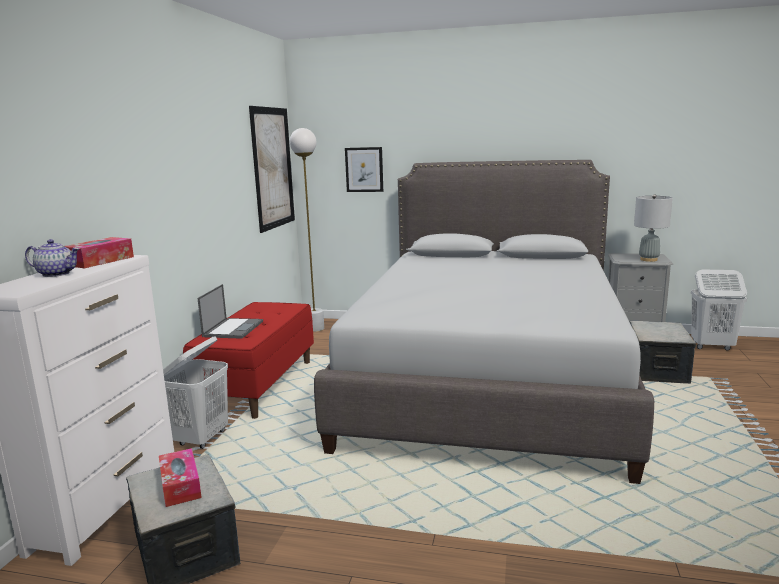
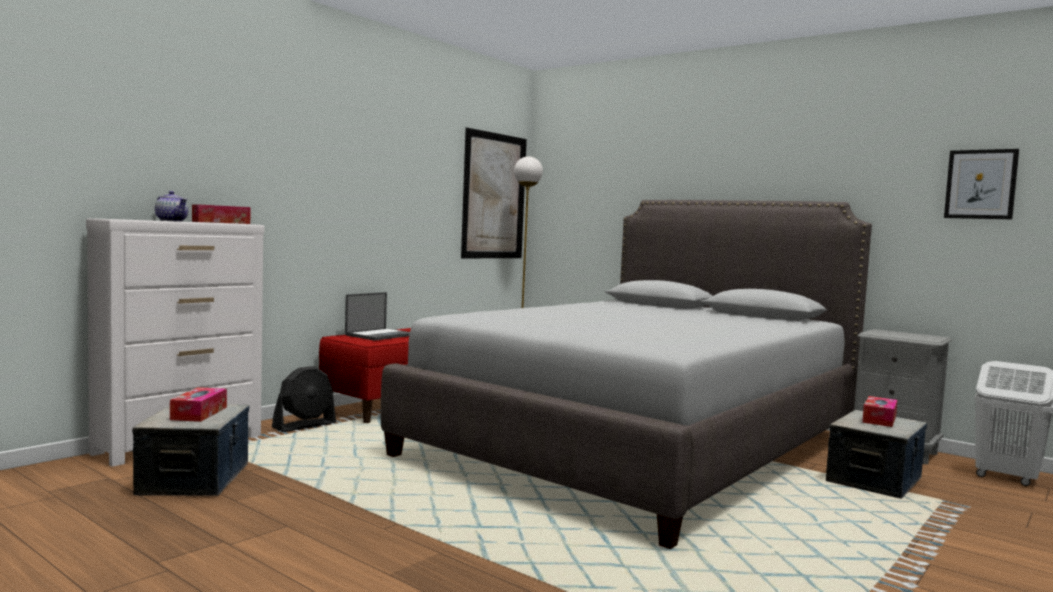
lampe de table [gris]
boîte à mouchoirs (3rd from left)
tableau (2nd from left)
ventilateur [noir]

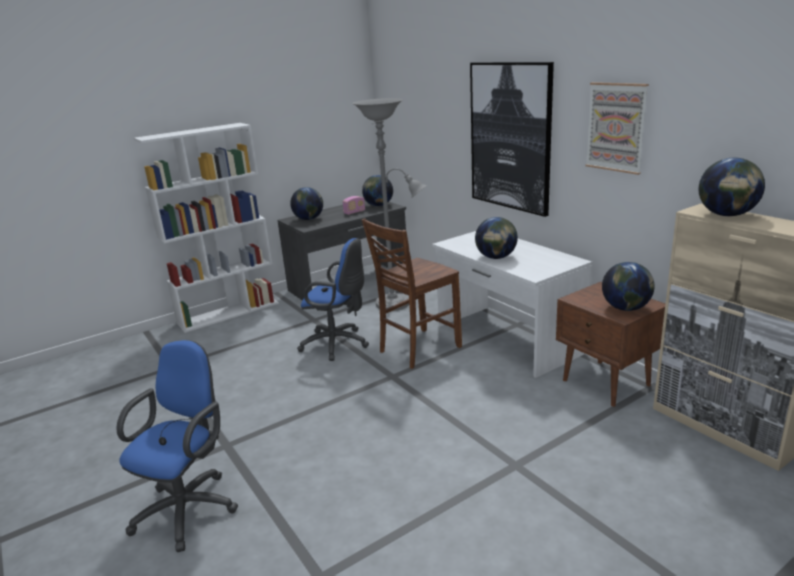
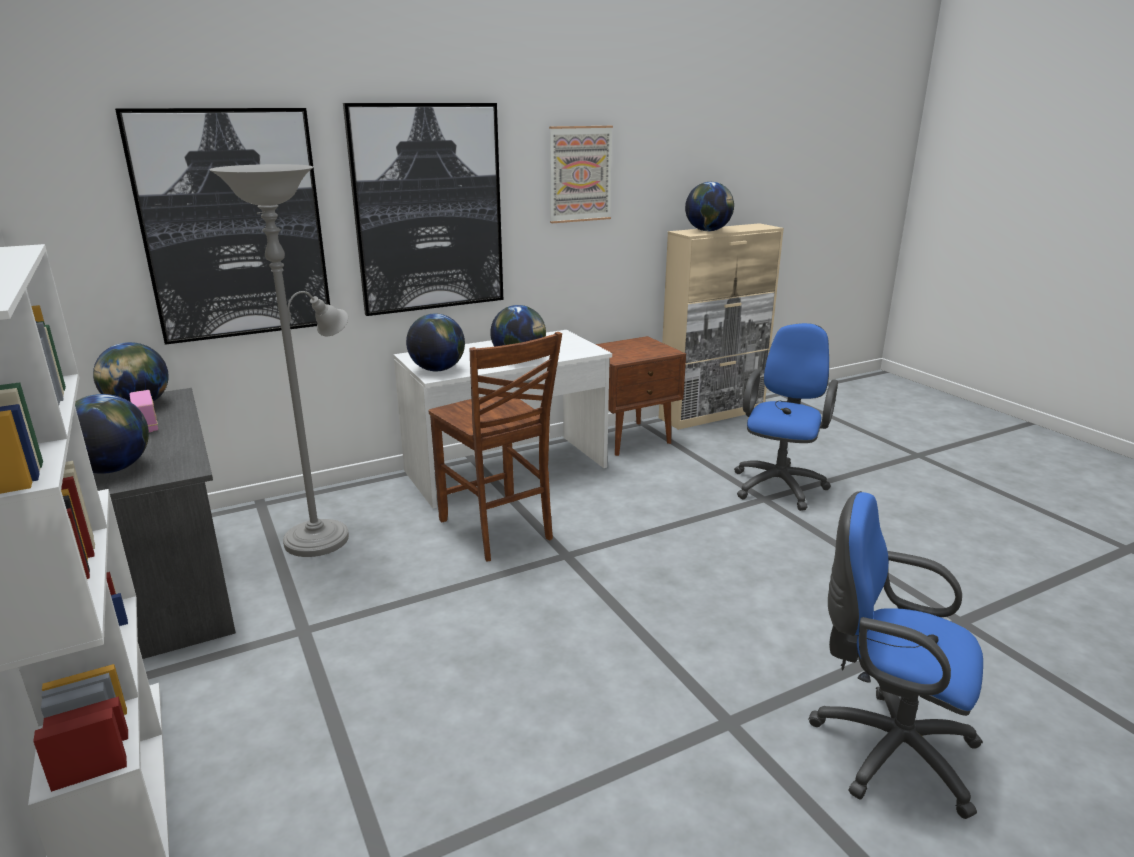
tableau (1st from left)
chaise de bureau [bleu] (1st from left)
globe (3rd from left)

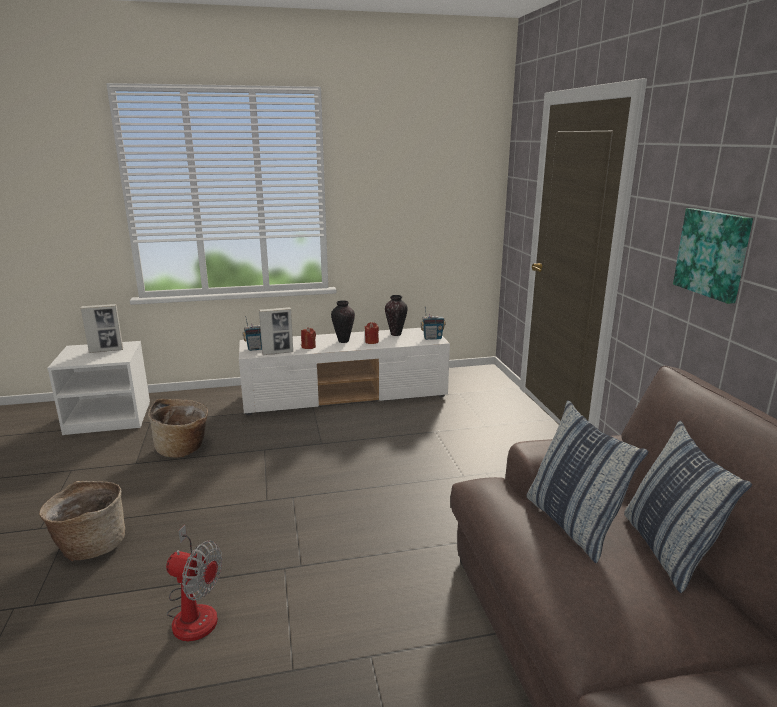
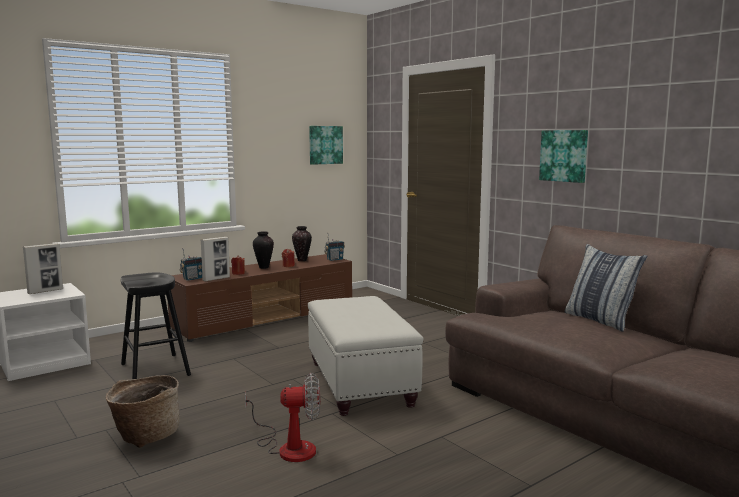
coussin (1st from left in the first image)
pouf [blanc]
tableau (1st from left)
tabouret [noir]
meuble télé [marron]

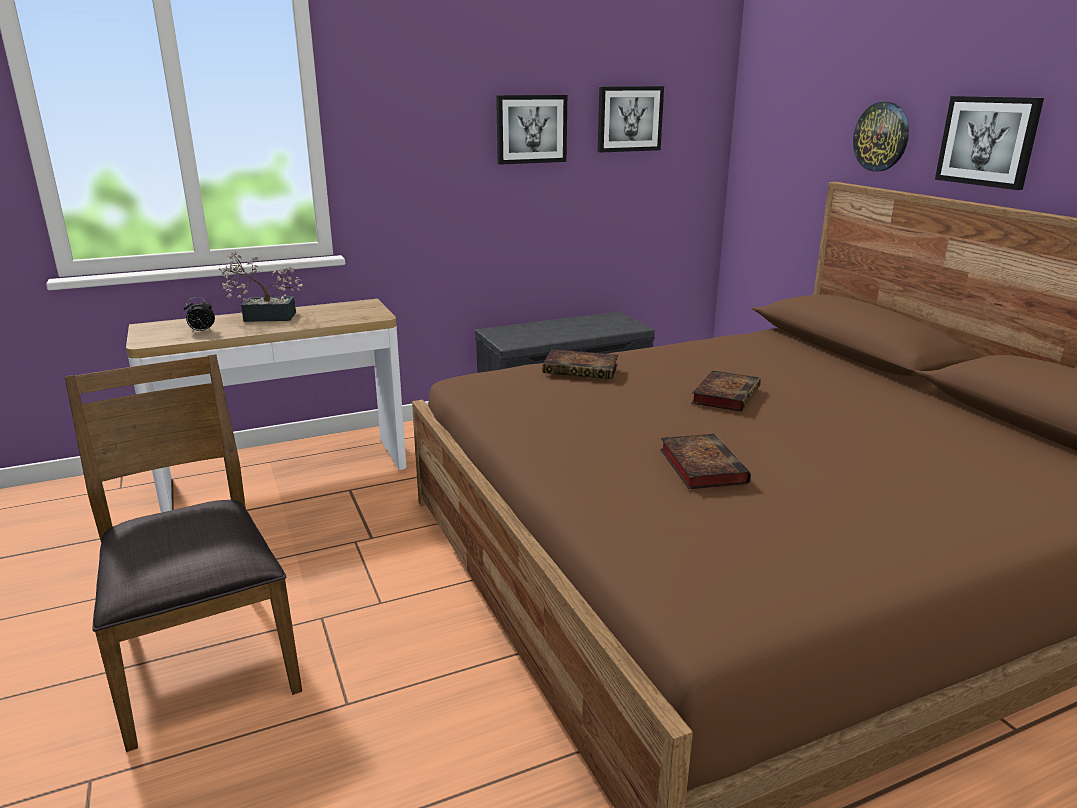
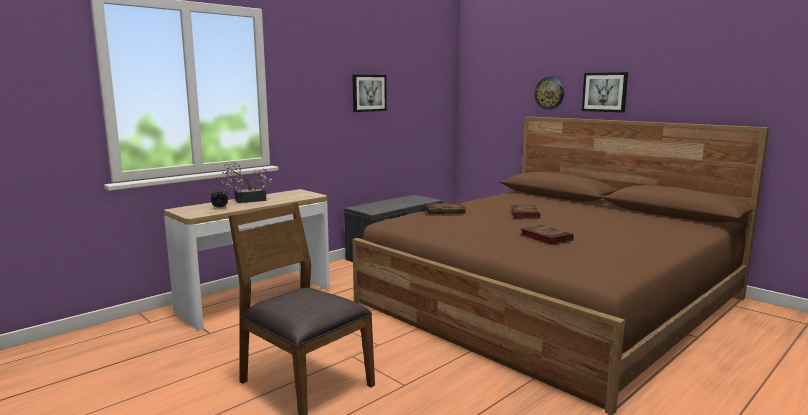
tableau (2nd from left in the first image)

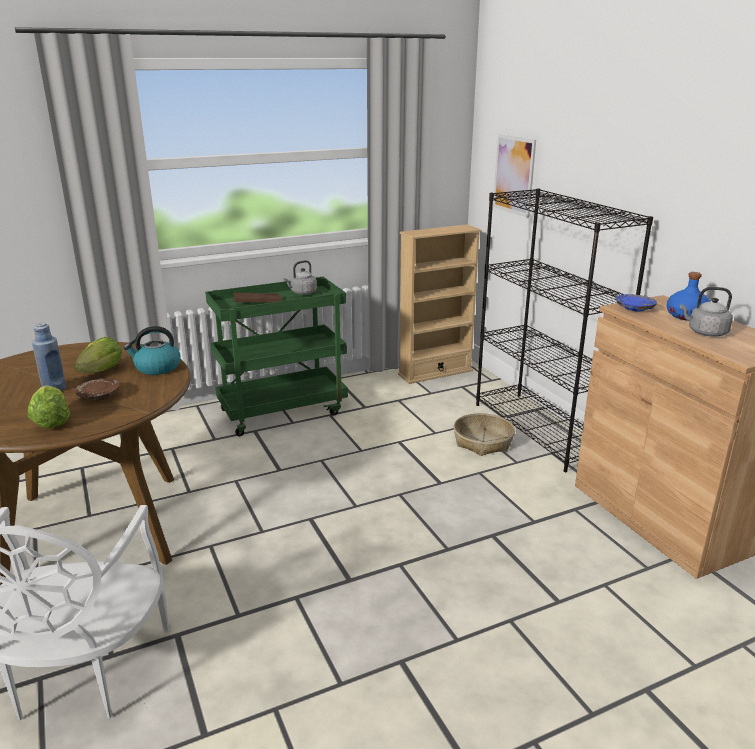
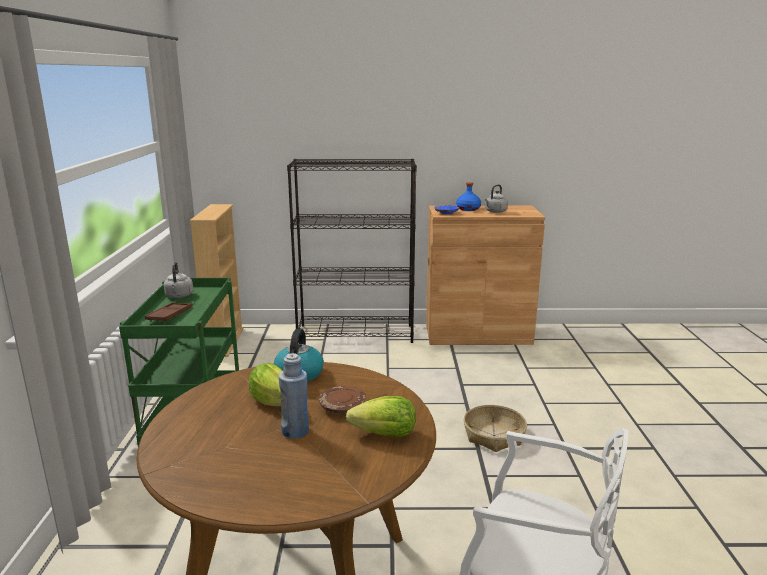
tableau
panier

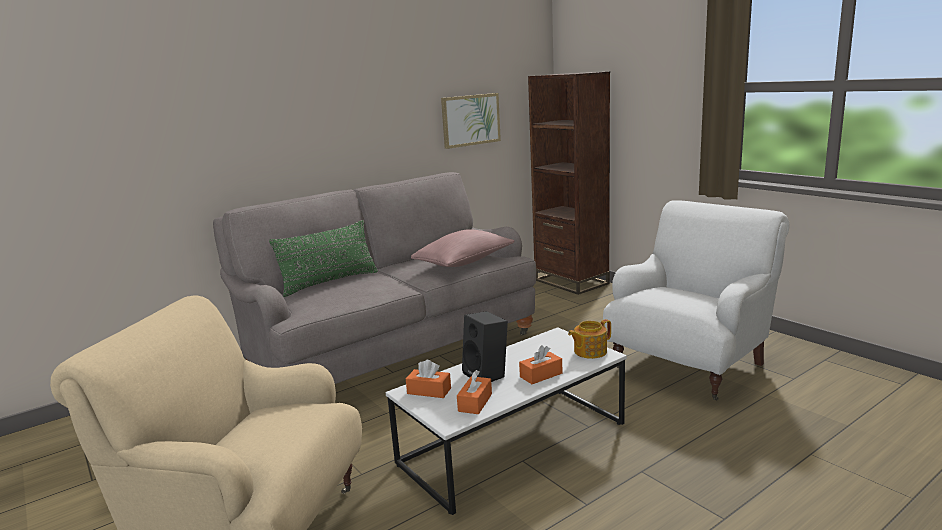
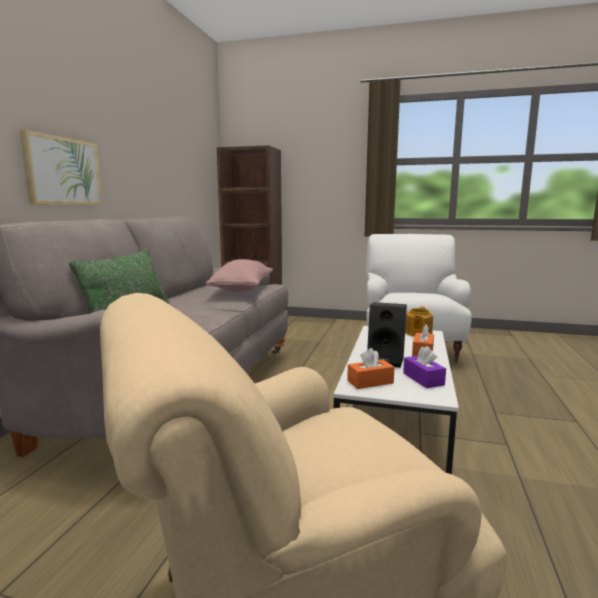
tableau
boîte à mouchoirs [violet]

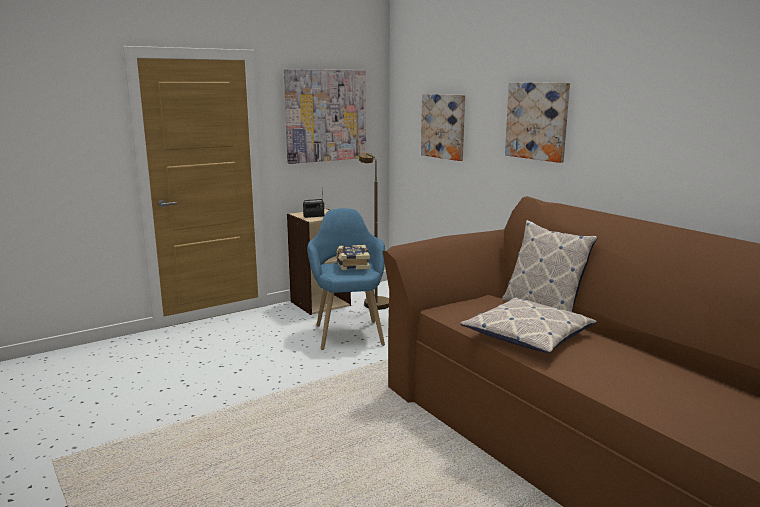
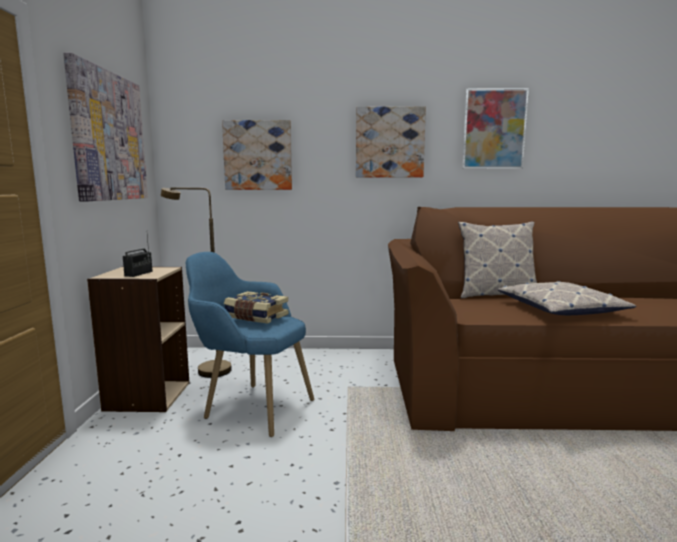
tableau (4th from left)

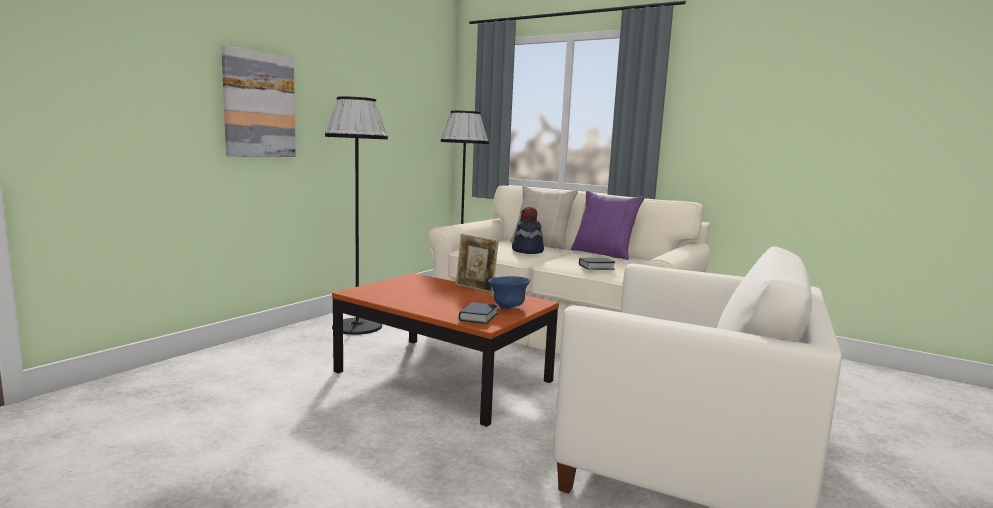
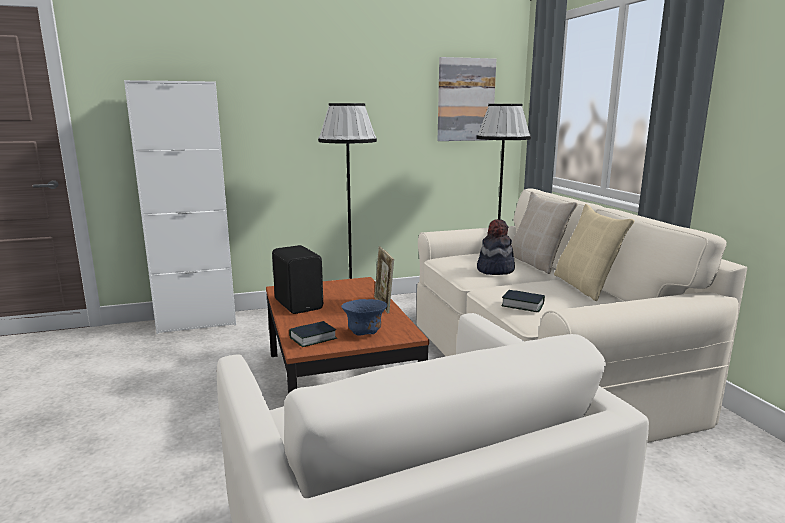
meuble de rangement [blanc]
enceinte [noir]
tableau
coussin [beige] (2nd from left)

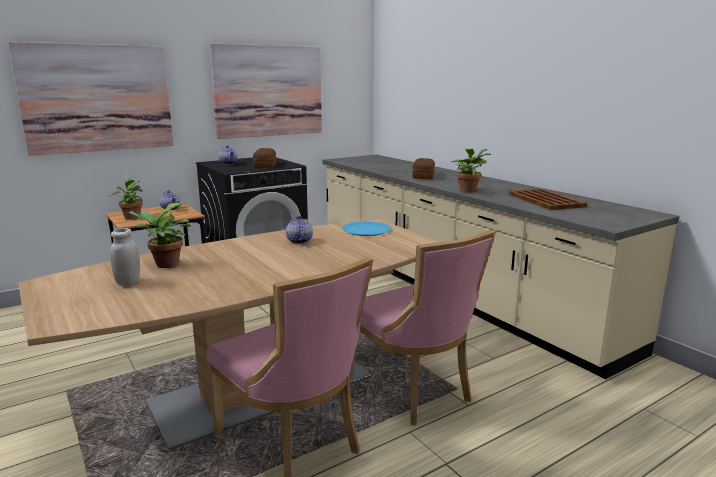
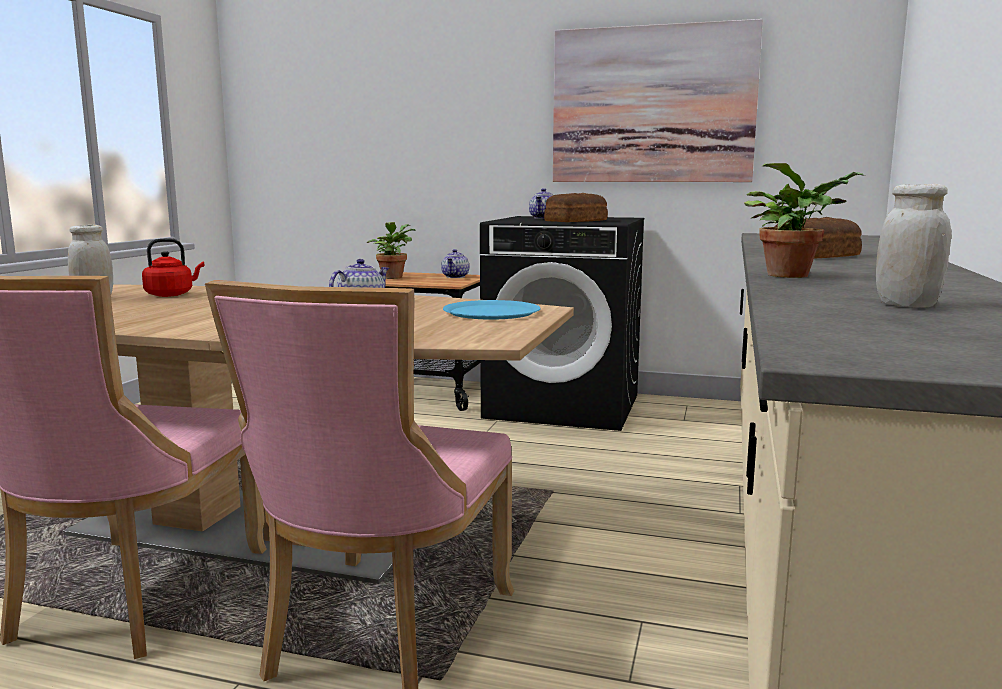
tableau (1st from left in the first image)
bouilloire [rouge]
bocal [blanc] (2nd from left)

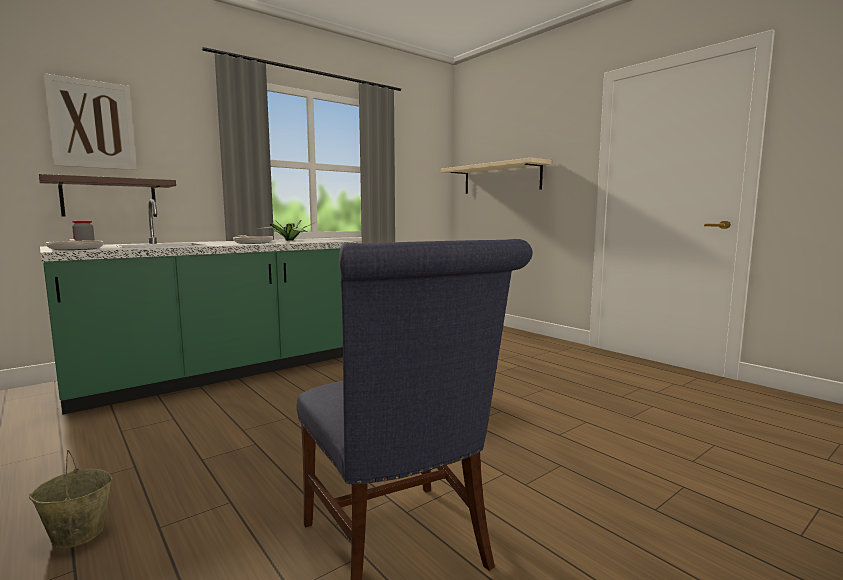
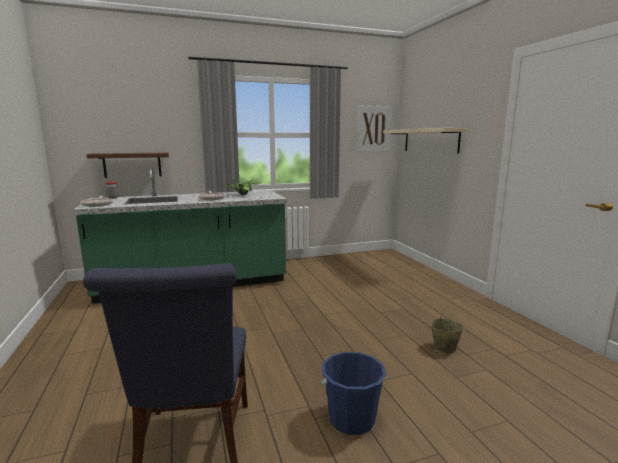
seau [bleu]
seau [beige]
tableau

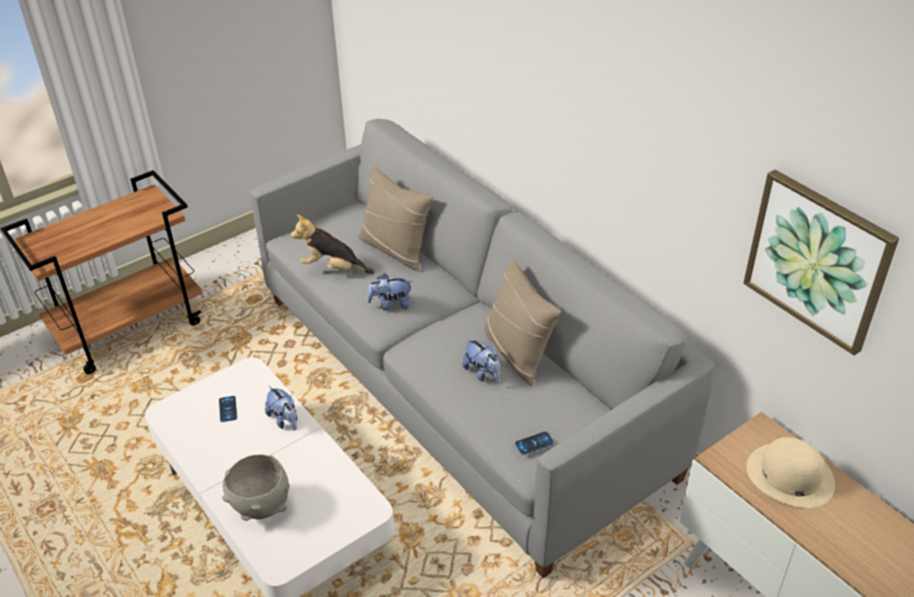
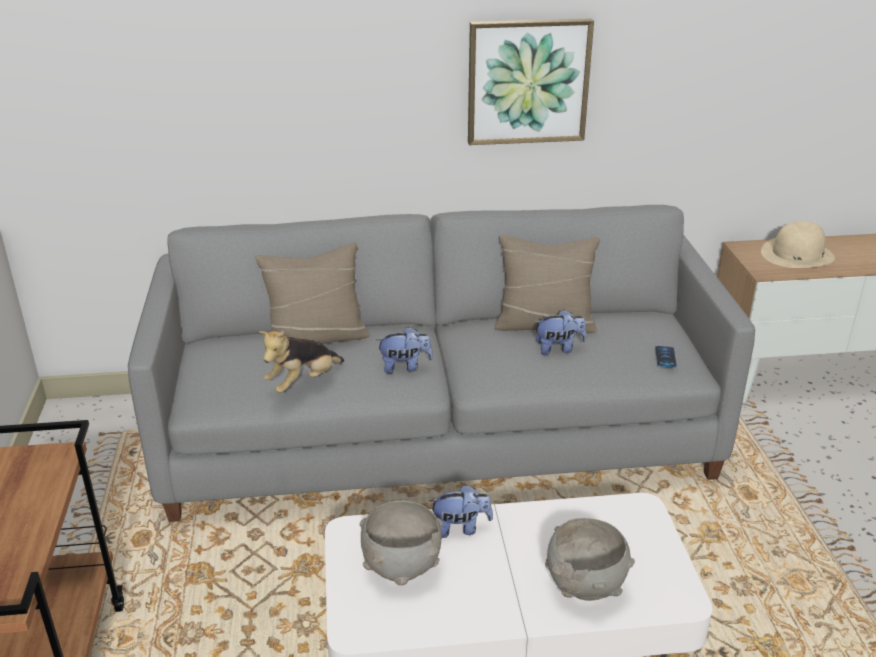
tableau
bol [gris] (1st from left)
peluche (2nd from left)

